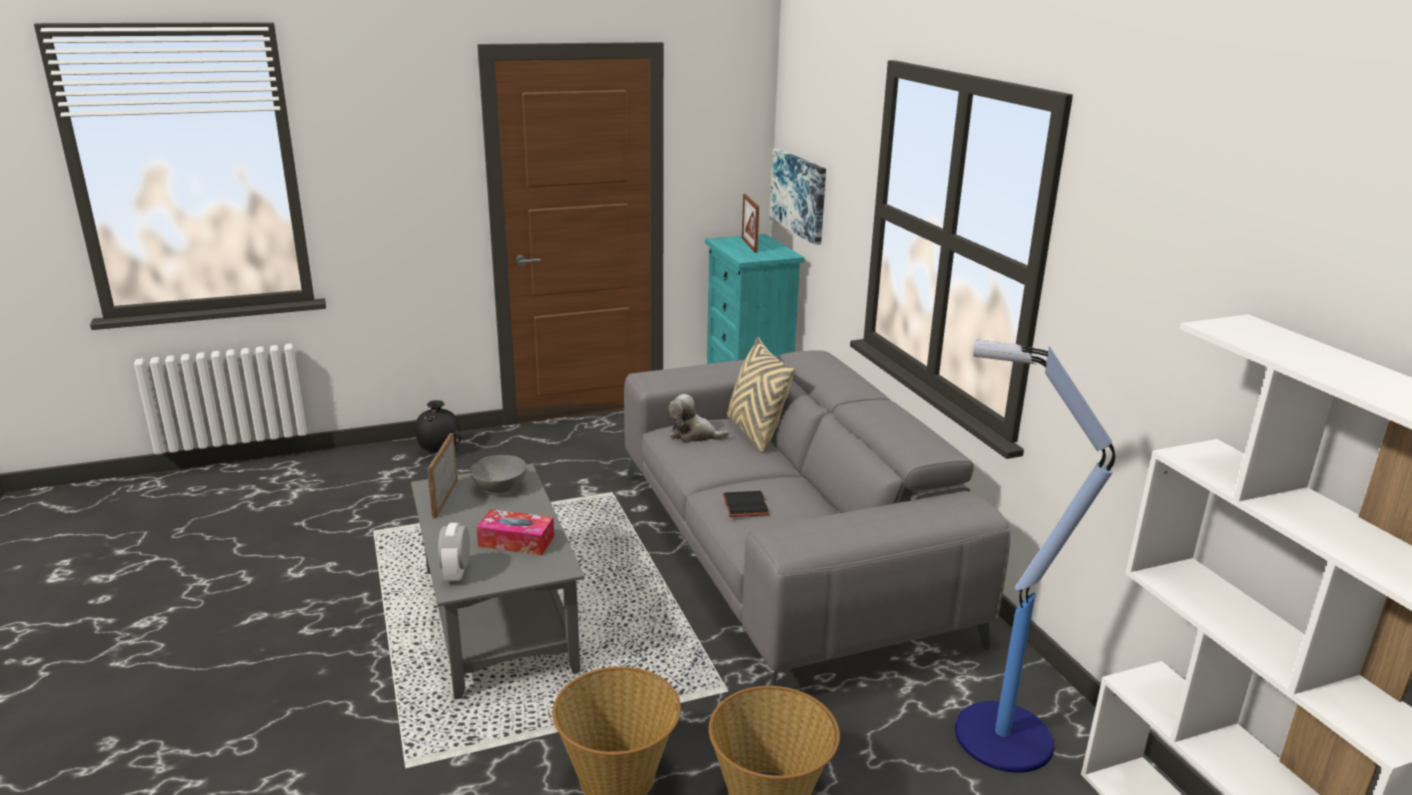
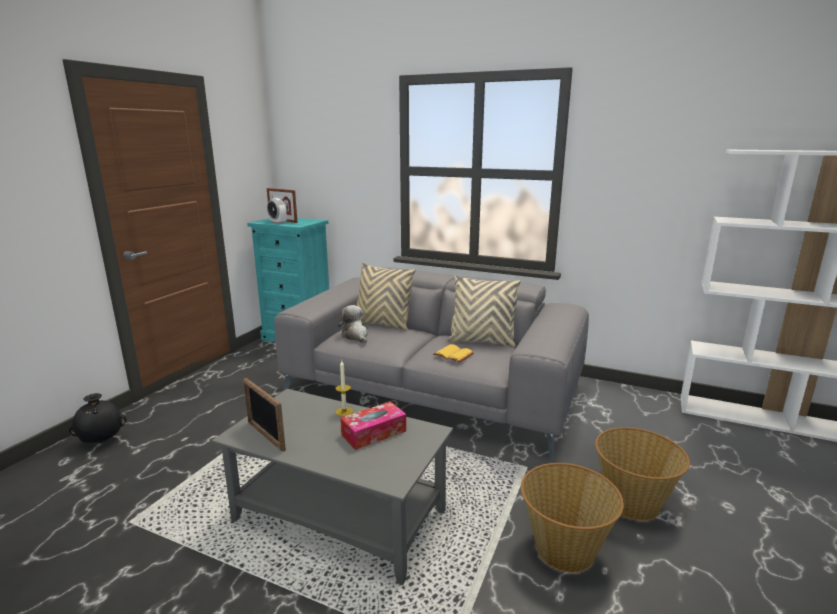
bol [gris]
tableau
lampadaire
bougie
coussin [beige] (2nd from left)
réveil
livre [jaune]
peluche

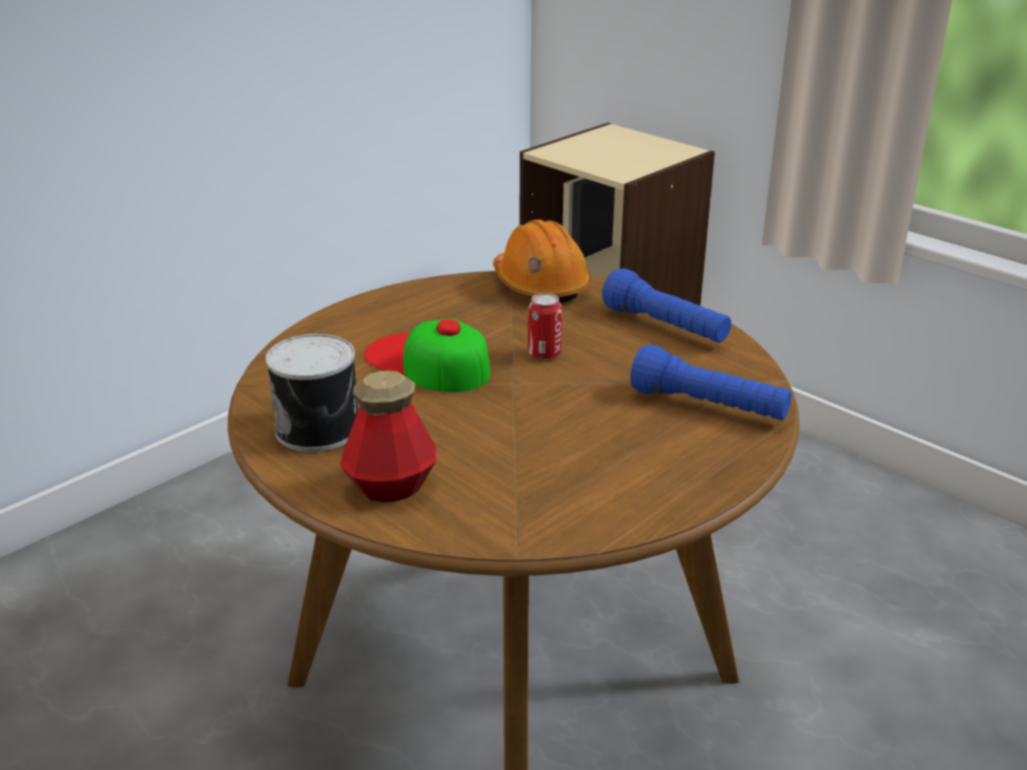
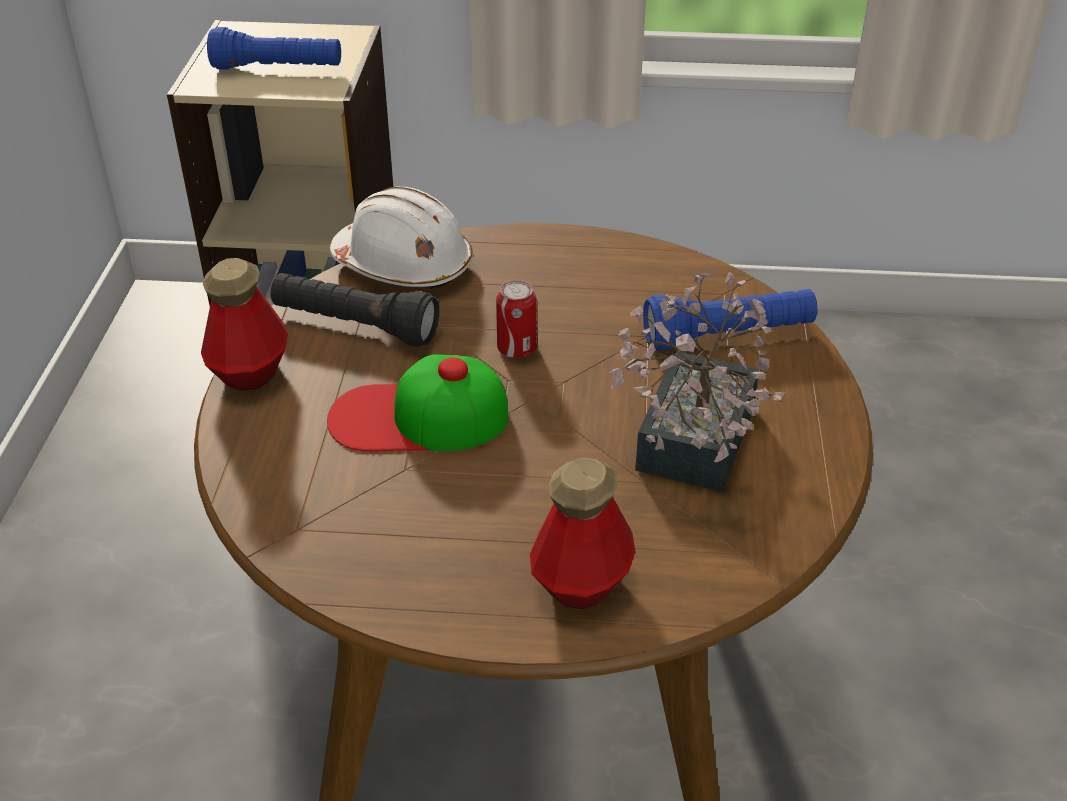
boîte métallique (1st from left in the first image)
bouteille (1st from left)
lampe de poche [noir]
plante en pot
lampe de poche [bleu] (1st from left)
casque de chantier [blanc]

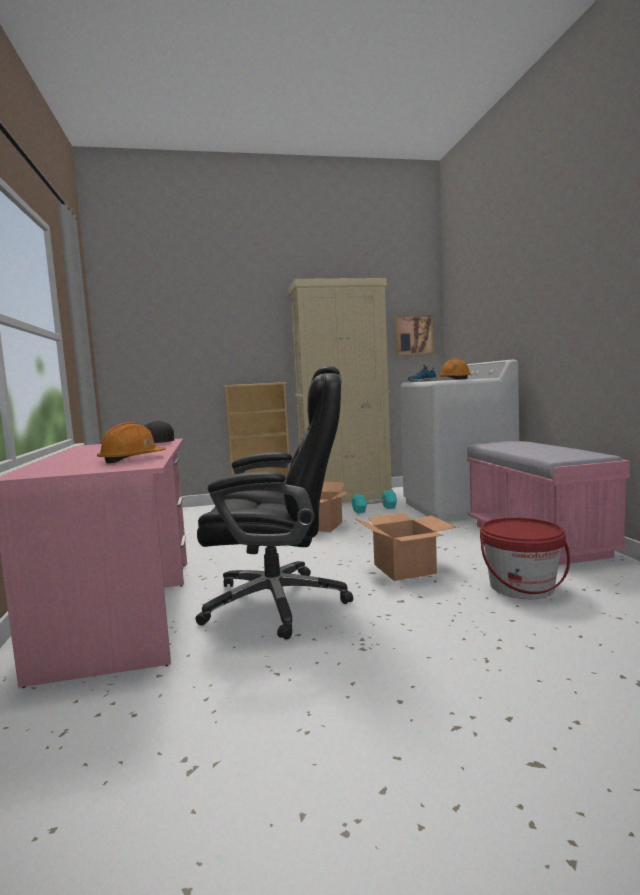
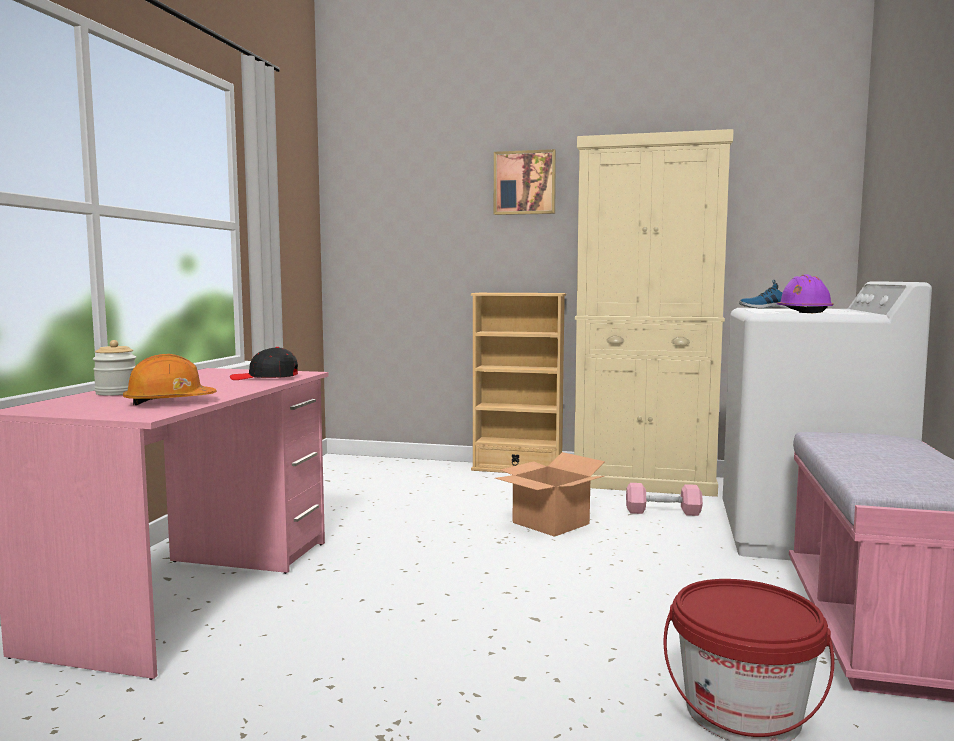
chaise de bureau [noir]
carton (2nd from left in the first image)
bocal
tableau
haltère [rose]
casque de chantier [violet]

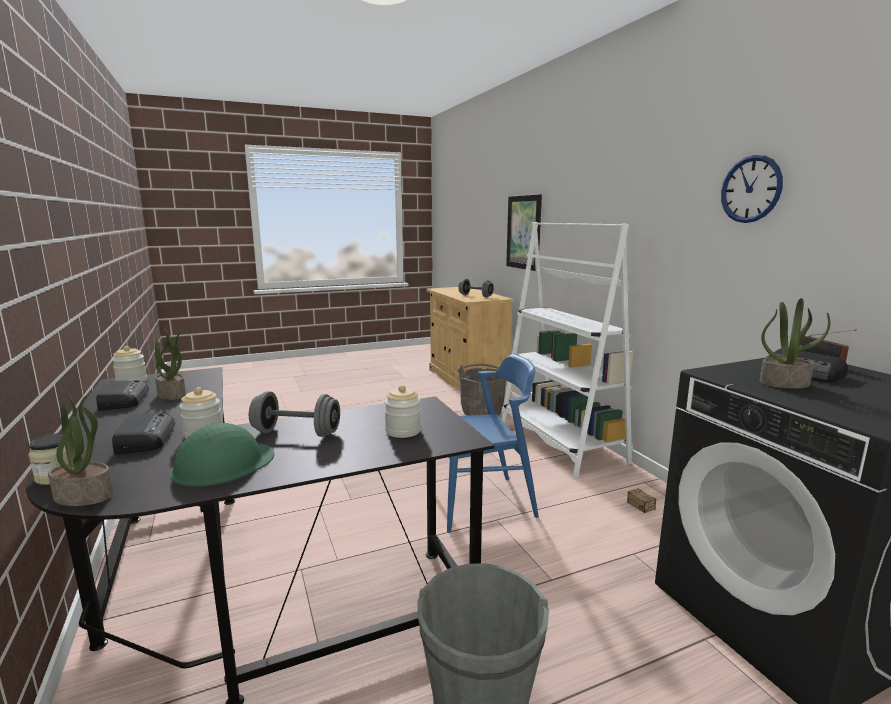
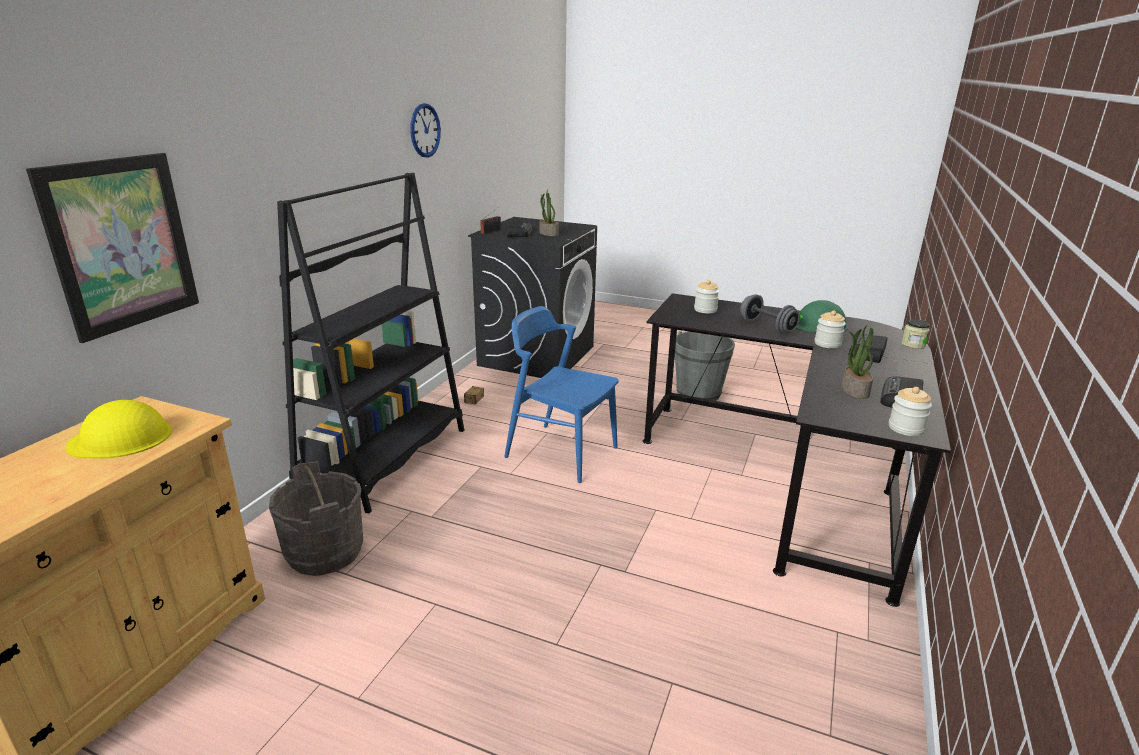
plante en pot (1st from left in the first image)
casque de chantier [jaune]
bibliothèque [noir]

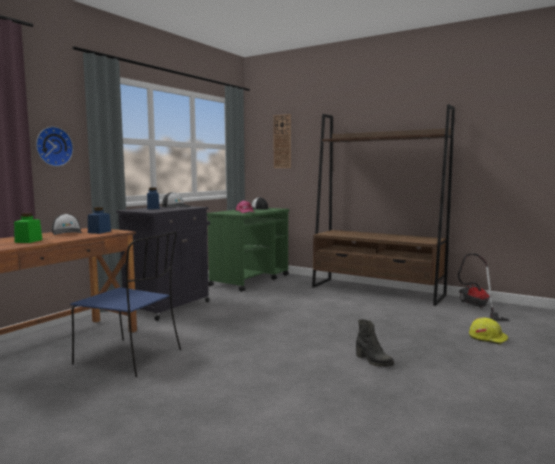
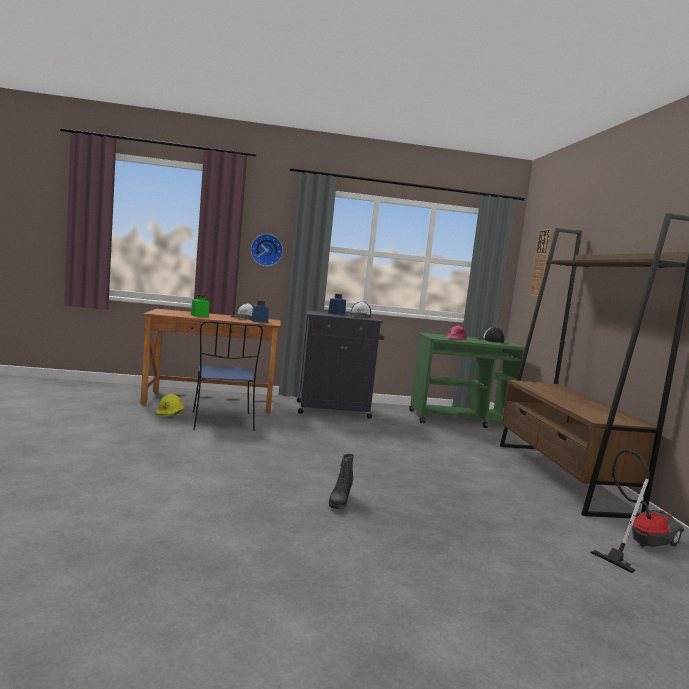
casque de chantier [jaune]

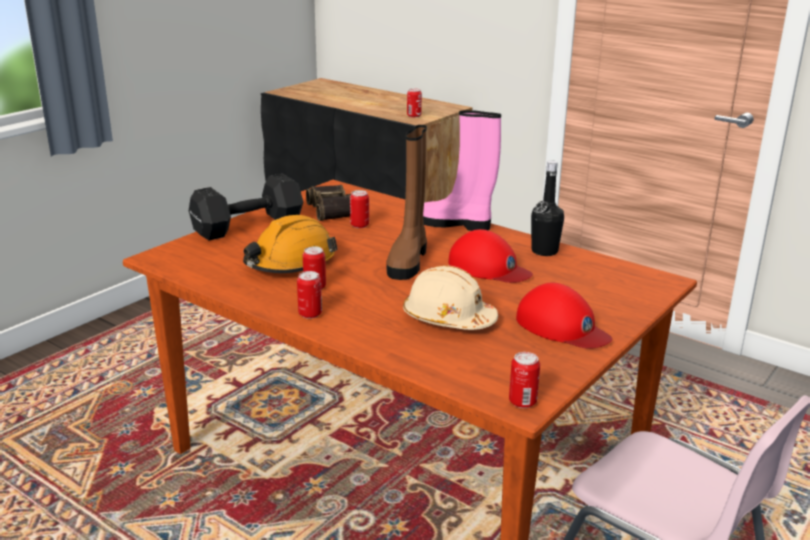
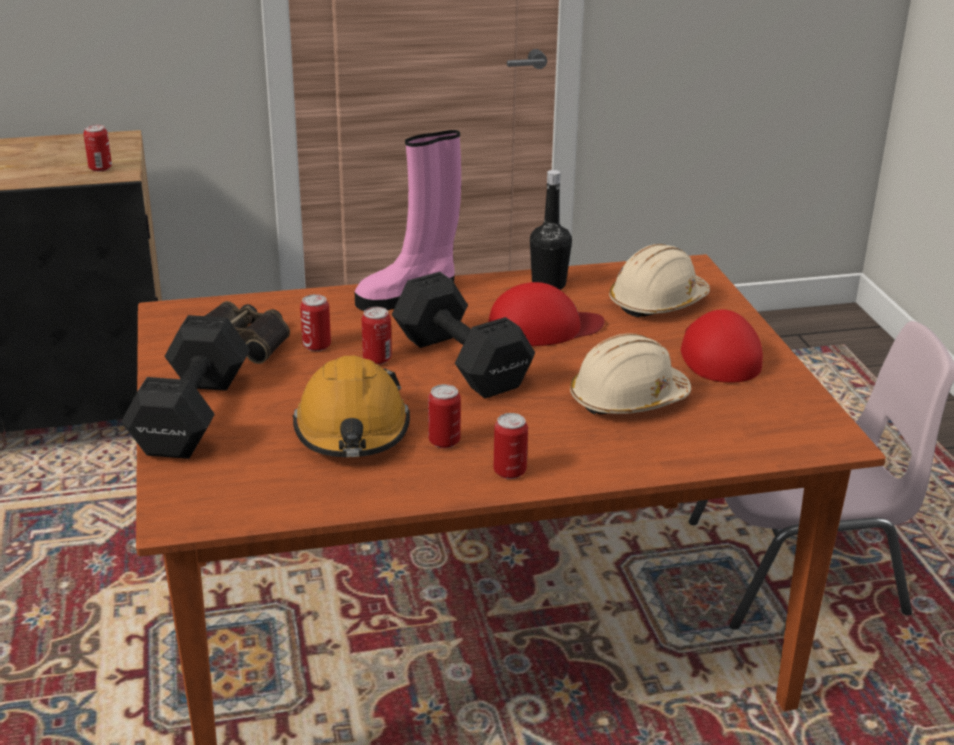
casque de chantier [beige] (2nd from left)
boîte métallique (3rd from left)
haltère [noir] (2nd from left)
casquette [rouge] (2nd from left)

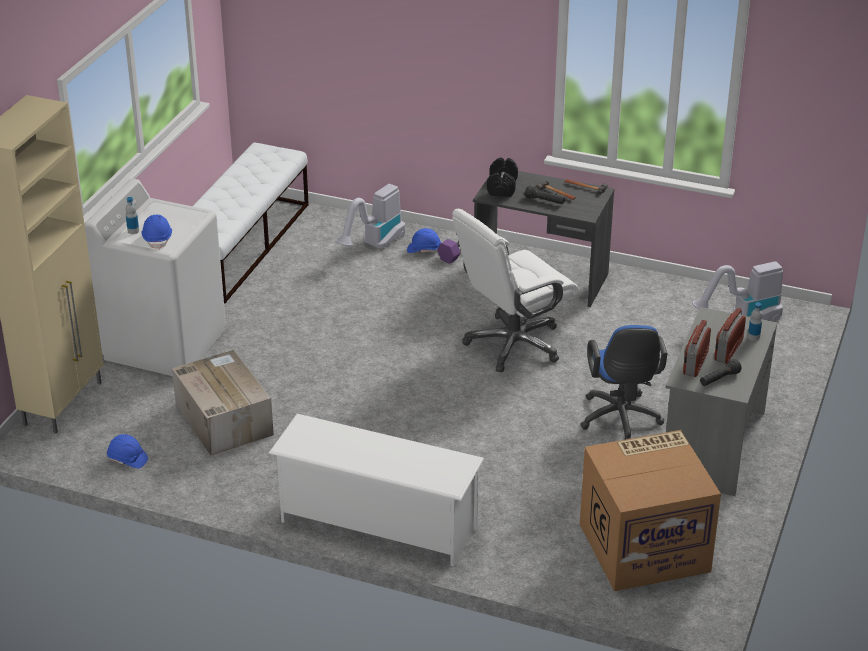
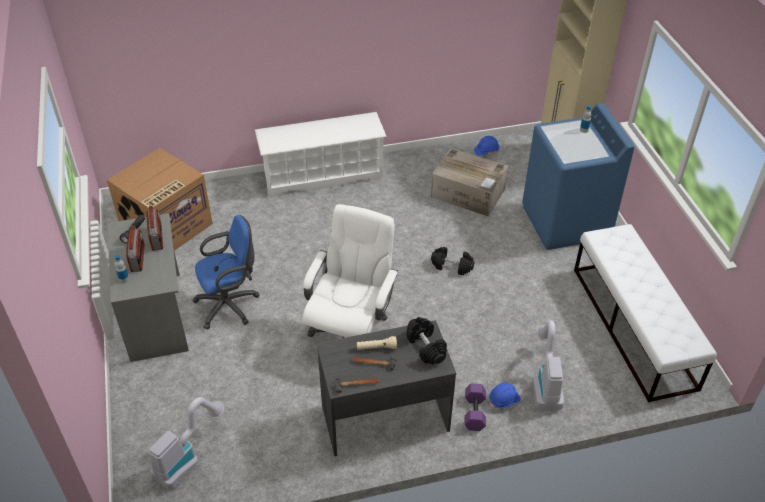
casque de chantier [bleu] (2nd from left in the first image)
haltère [noir] (2nd from left)
lave-linge [bleu]
lampe de poche [beige]
chaise de bureau [bleu]

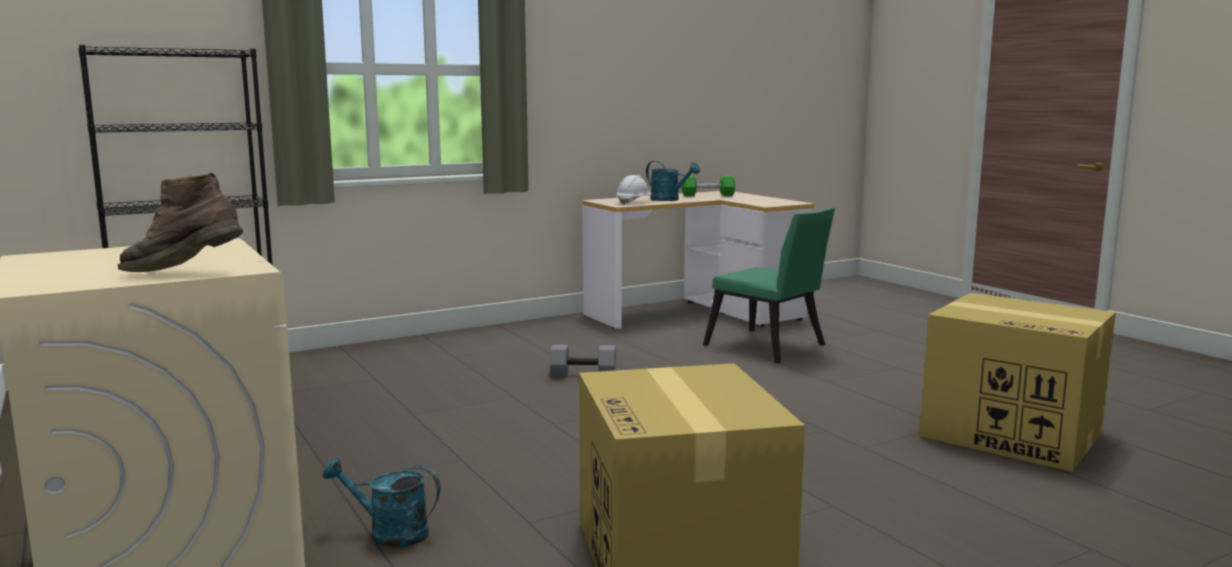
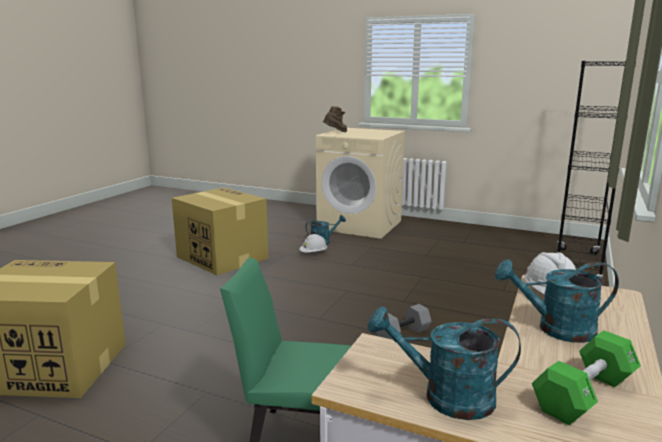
casque de chantier [blanc] (1st from left)
arrosoir [turquoise] (2nd from left)

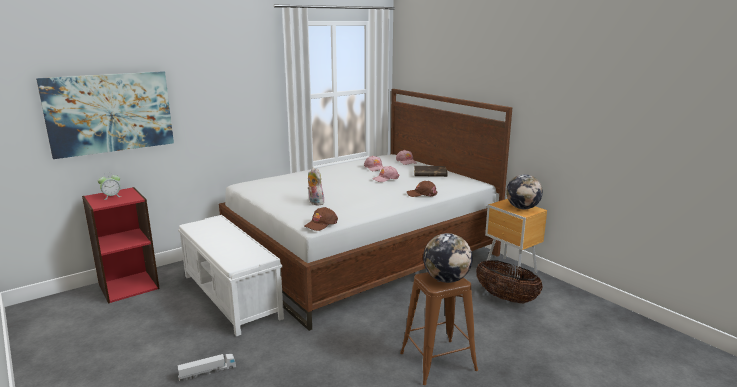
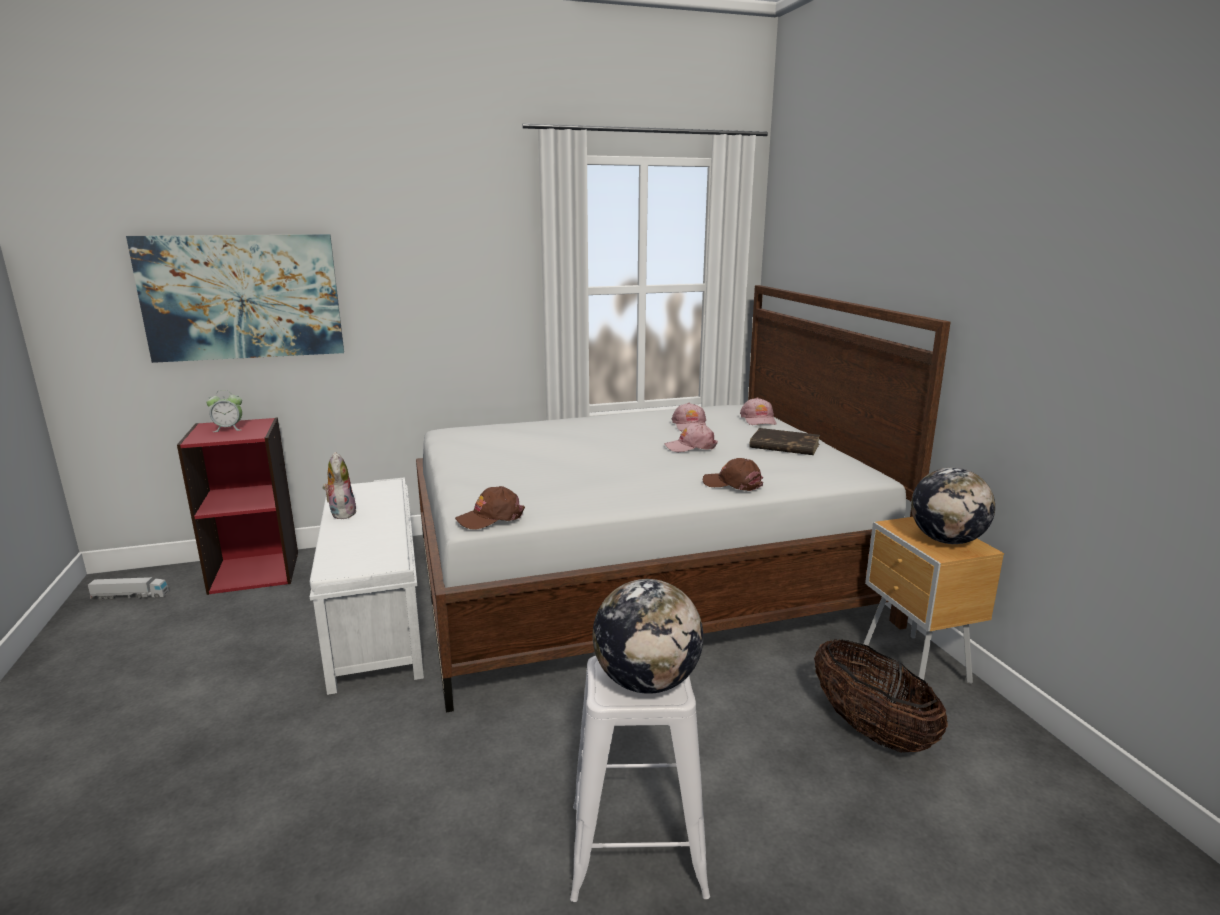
camion jouet
peluche
tabouret [blanc]

